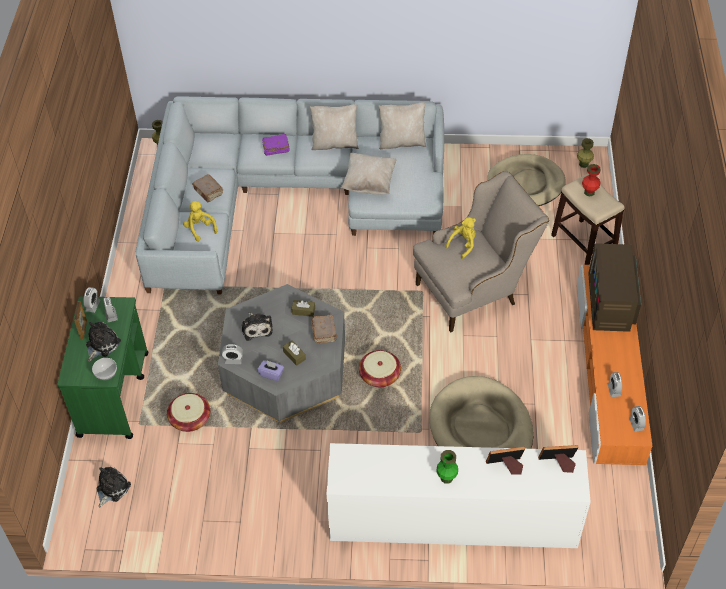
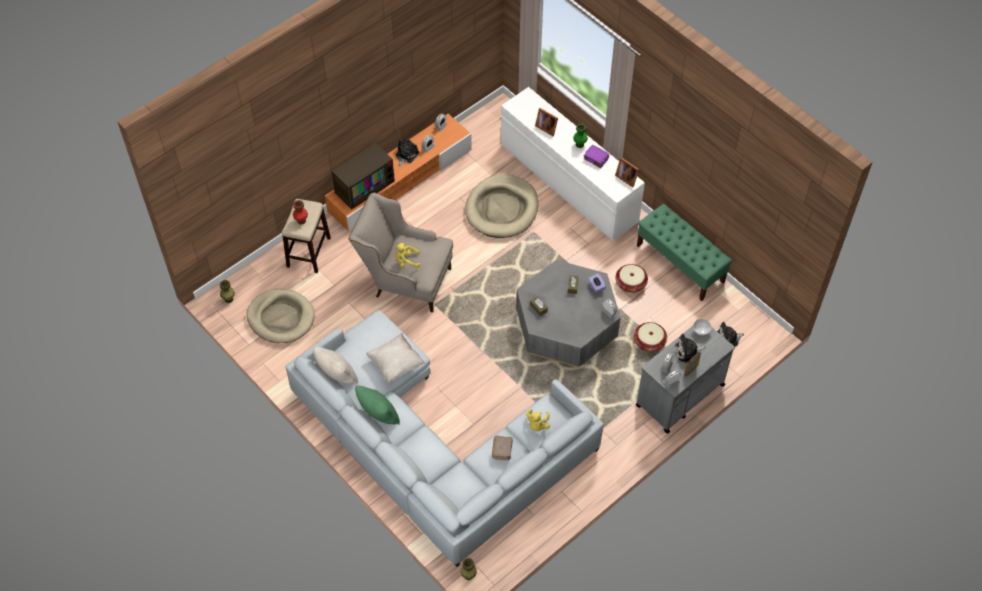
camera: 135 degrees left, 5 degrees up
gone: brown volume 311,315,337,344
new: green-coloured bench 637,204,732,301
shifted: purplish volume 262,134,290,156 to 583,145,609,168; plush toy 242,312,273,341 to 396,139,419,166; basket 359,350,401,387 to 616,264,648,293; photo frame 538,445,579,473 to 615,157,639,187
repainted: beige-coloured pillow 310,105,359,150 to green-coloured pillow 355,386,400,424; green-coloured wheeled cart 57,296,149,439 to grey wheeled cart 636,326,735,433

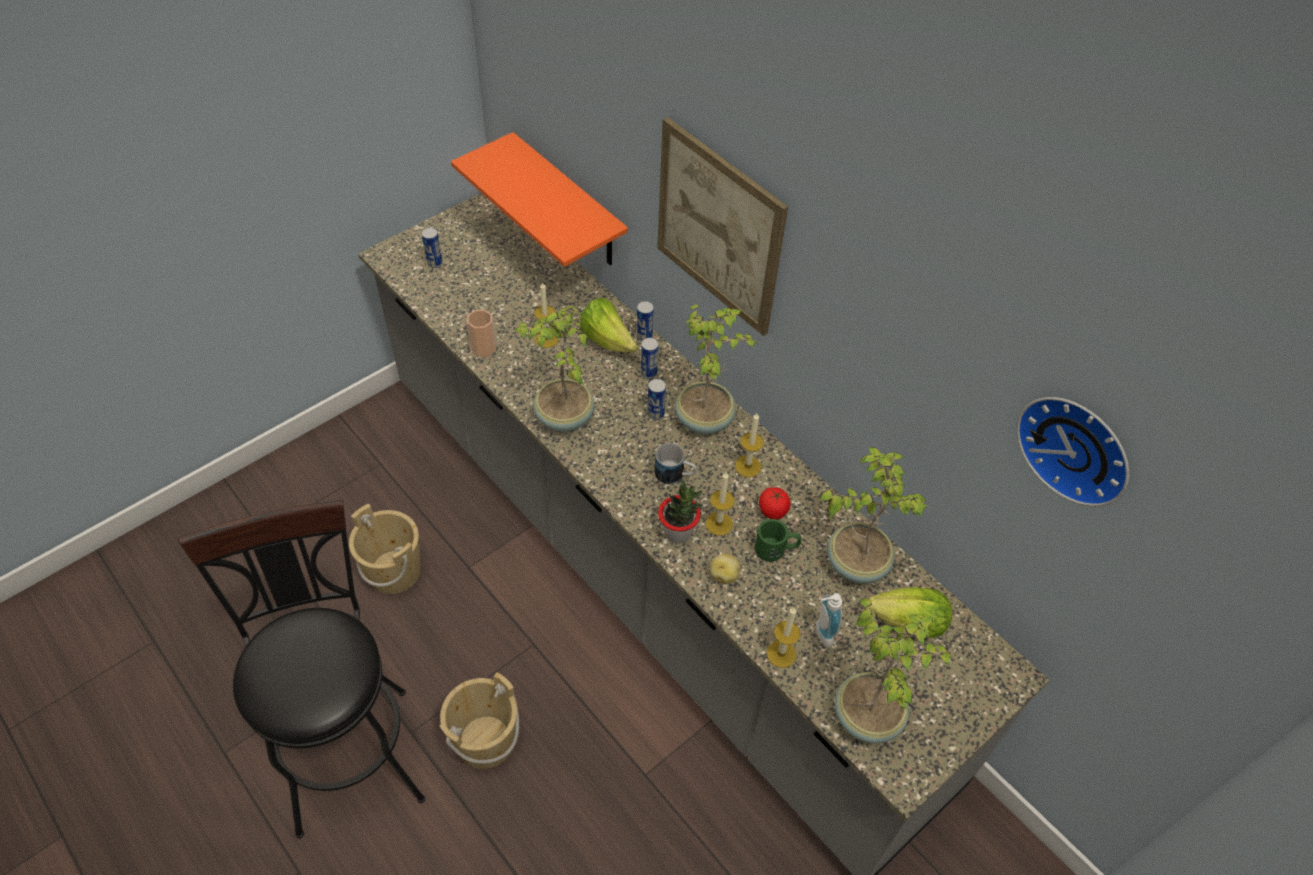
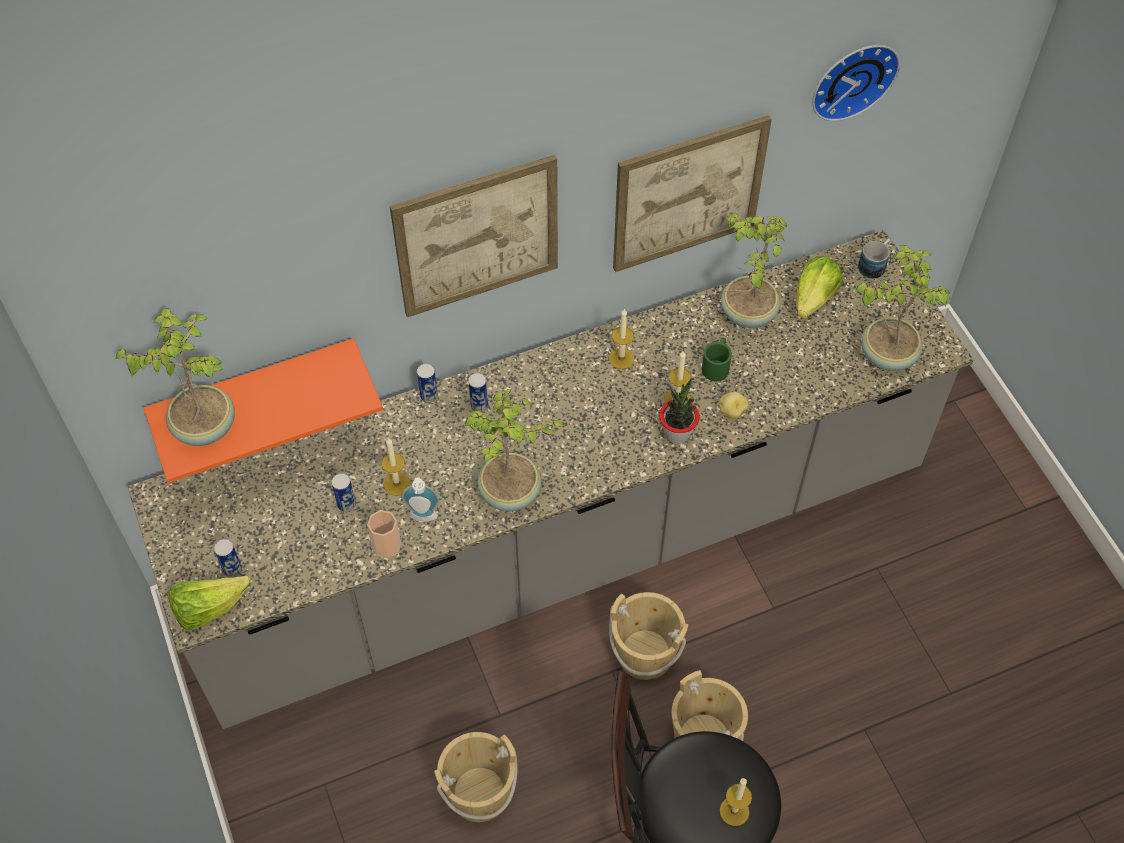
camera: 70 degrees left, 5 degrees up
gone: tomato 759,487,791,519
new: picture 613,115,772,272; beige-coloured pail 609,592,688,680
shifted: lettuce head 580,298,638,353 to 169,575,251,630; potted plant 675,304,757,434 to 115,307,235,446; can 647,379,666,420 to 332,473,356,512; tea mug 654,443,697,484 to 858,239,891,279; liquid soap bottle 816,593,842,647 to 402,477,440,522; wax light 767,607,800,668 to 720,778,752,826

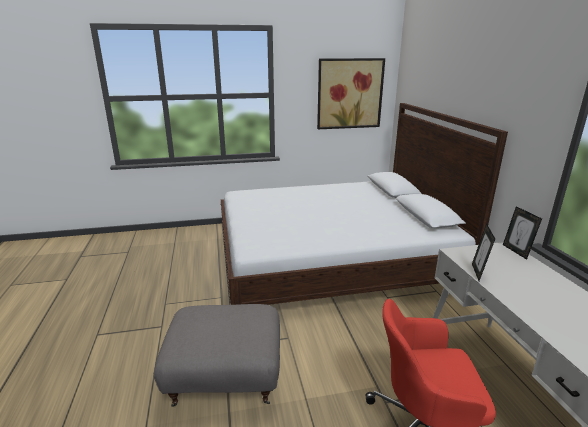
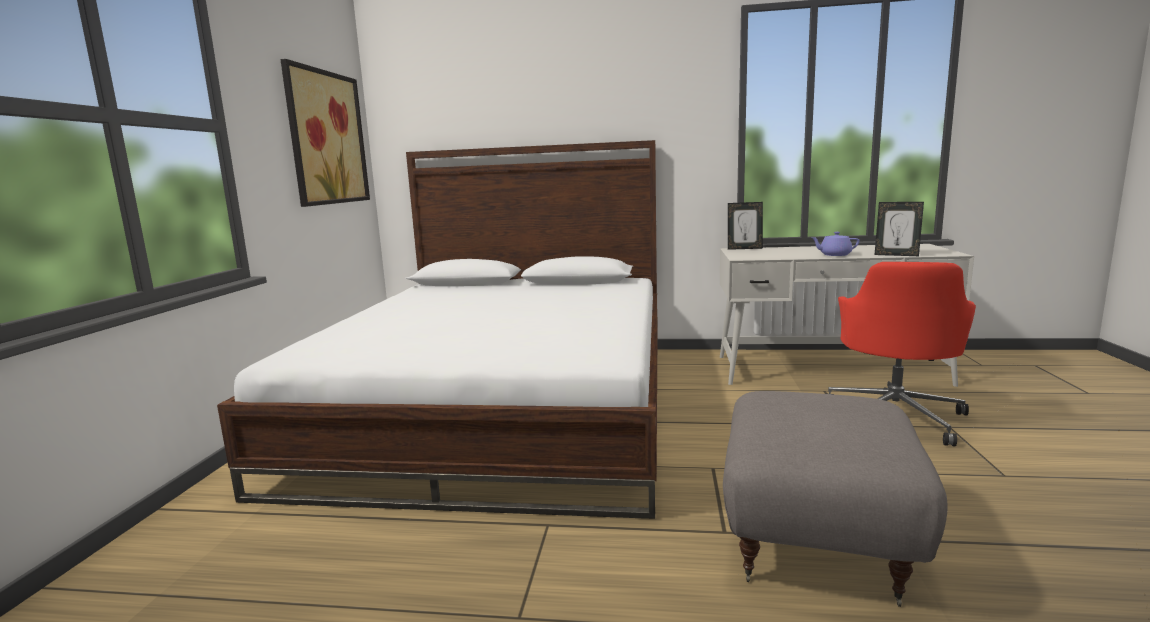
camera: 70 degrees left, 10 degrees down
new: purplish pot for tea 812,232,859,256
shifted: photo frame 472,223,495,281 to 875,202,924,256

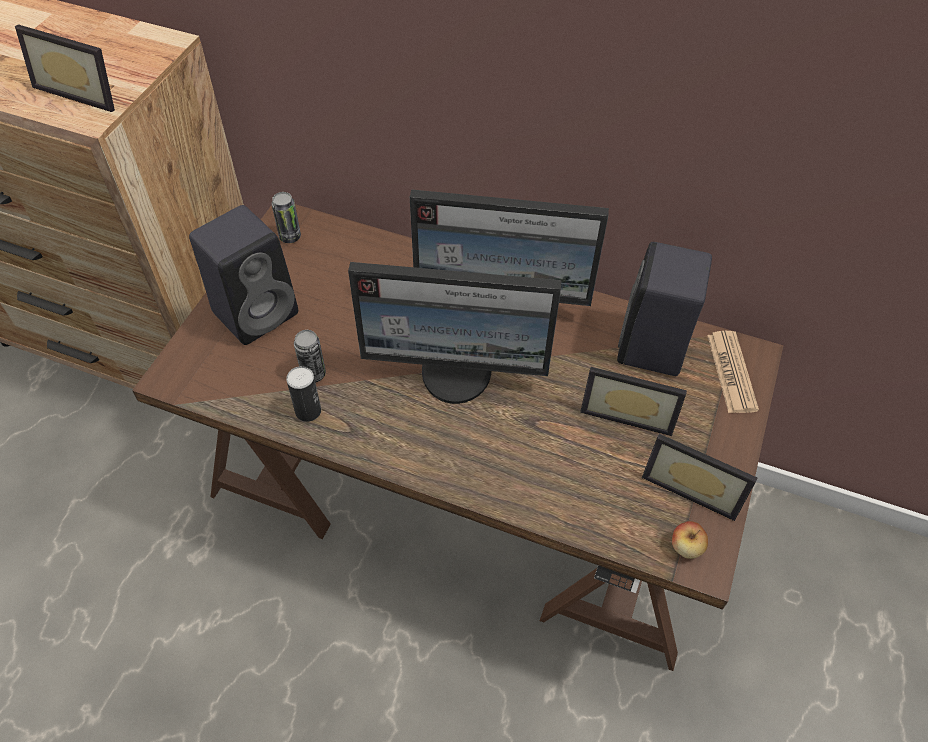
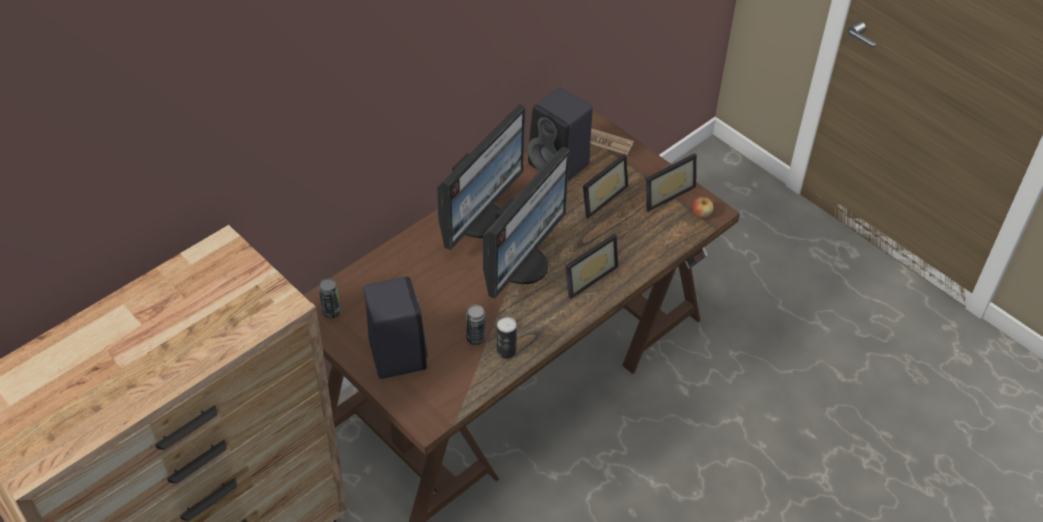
camera: 65 degrees left, 5 degrees down
shifted: photo frame 15,24,115,112 to 565,233,618,299

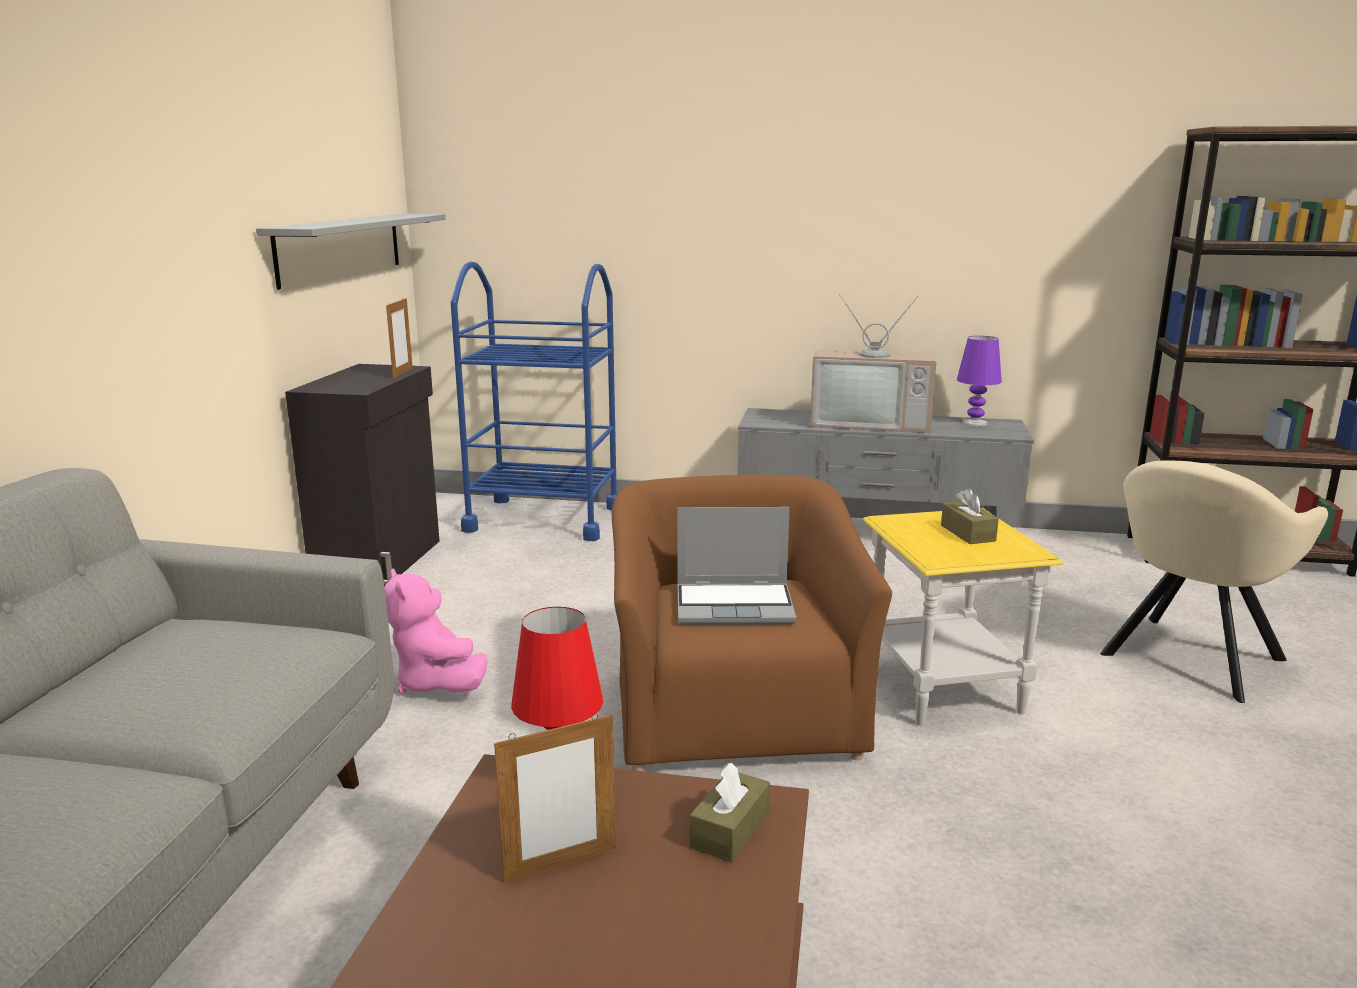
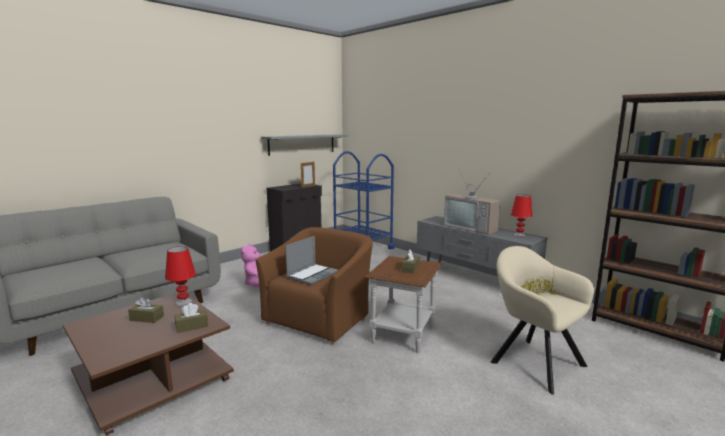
camera: 35 degrees right, 5 degrees down
swapped: photo frame 494,713,616,884 to brown tissue holder 128,297,164,323
repainted: purplish tabletop lamp 957,336,1002,426 to red tabletop lamp 511,194,533,237; yellow end table 863,508,1064,726 to brown end table 365,256,442,353
rotated: beige-coloured easy chair 1100,460,1328,703 = 491,246,594,394 60 degrees clockwise; laptop 678,507,796,625 = 285,236,338,285 90 degrees counterclockwise

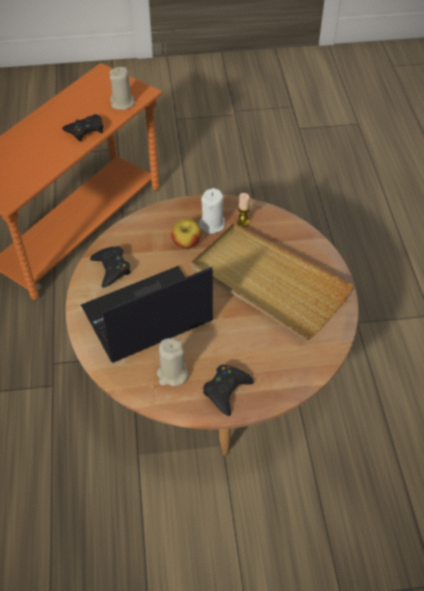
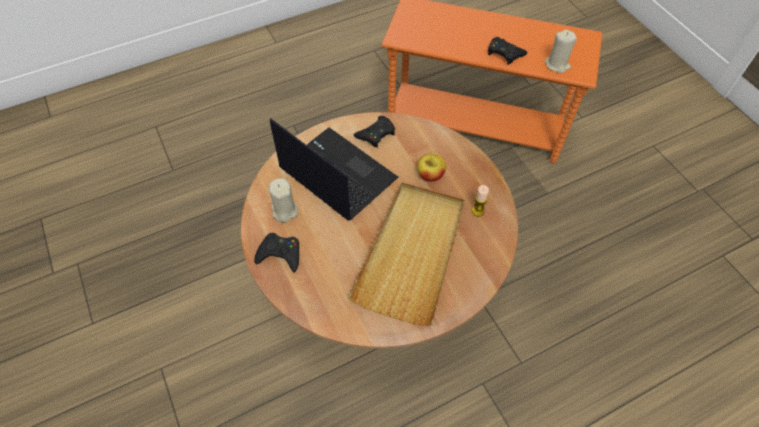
camera: 70 degrees right, 5 degrees up
gone: whitish wax light 198,188,225,234

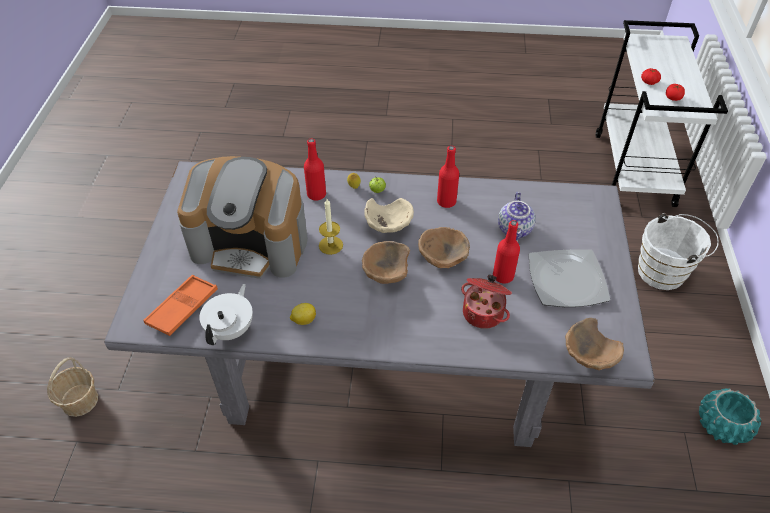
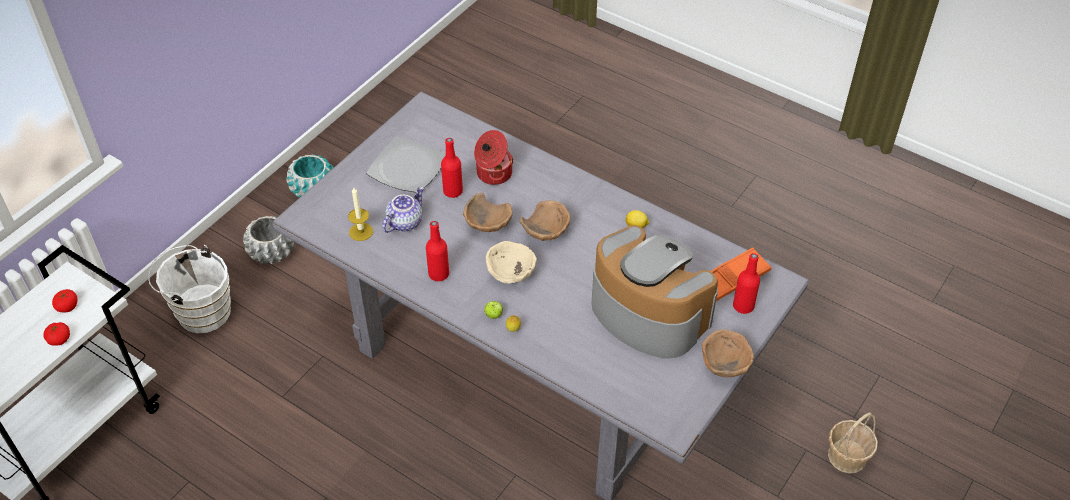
camera: 150 degrees left, 0 degrees up
gone: whitish pot for tea 199,284,253,345
new: grey plant pot 243,216,294,264
shifted: red bottle 304,139,326,201 to 733,253,760,314; wax light 319,199,343,255 to 348,187,373,241; brown deep dish 565,318,624,370 to 702,329,754,378

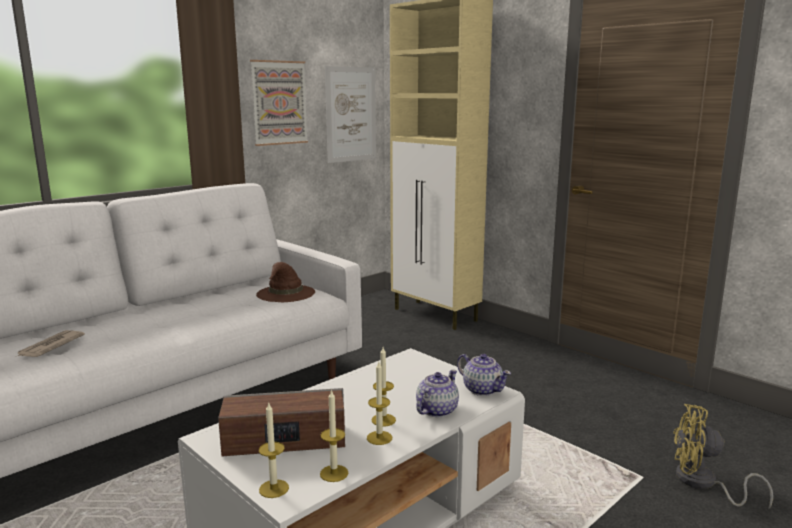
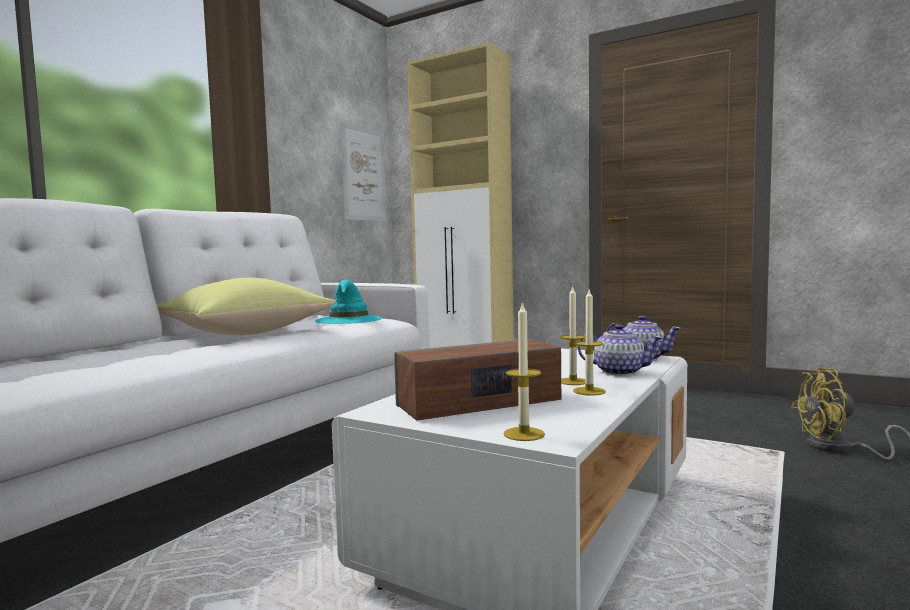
camera: 15 degrees left, 10 degrees down
gone: picture 250,60,308,146; printed paper 18,330,85,357; wax light 320,389,348,482
new: yellow pillow 157,277,337,335
repainted: brown wearable hat 256,262,315,302 to turquoise wearable hat 315,279,382,324
rotated: pot for tea 416,370,459,417 = 578,324,663,376 90 degrees clockwise

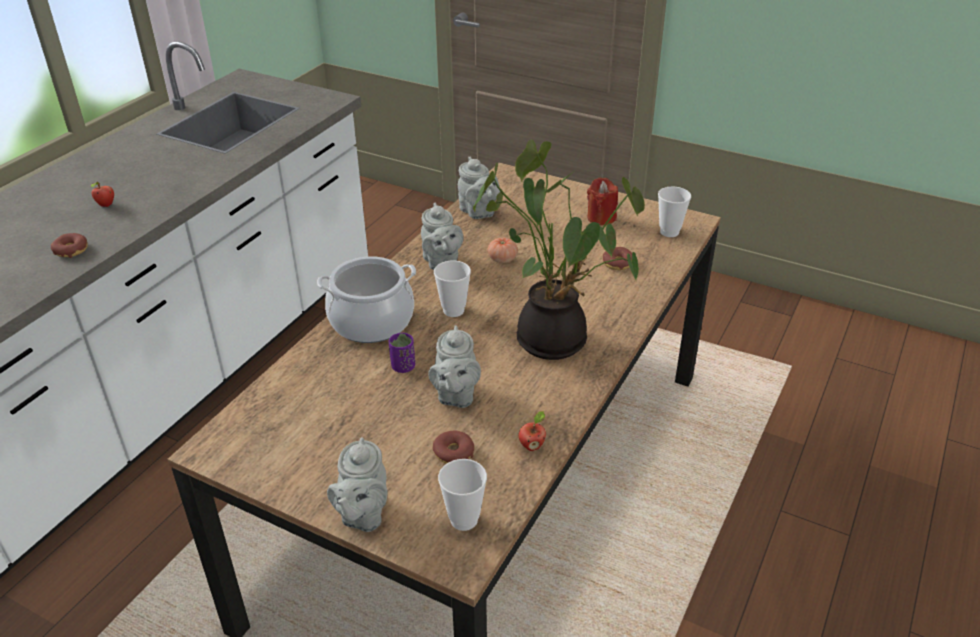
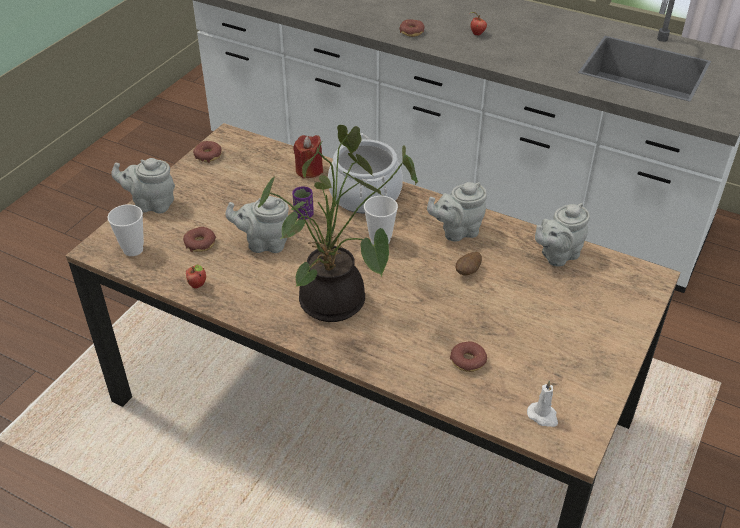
camera: 90 degrees right, 5 degrees up
new: donut 193,141,221,163
shifted: red wax light 587,178,618,225 to 293,135,323,178
swapped: cup 658,187,691,237 to whitish wax light 527,380,558,427; tomato 487,238,518,263 to whole potato 456,252,482,275

